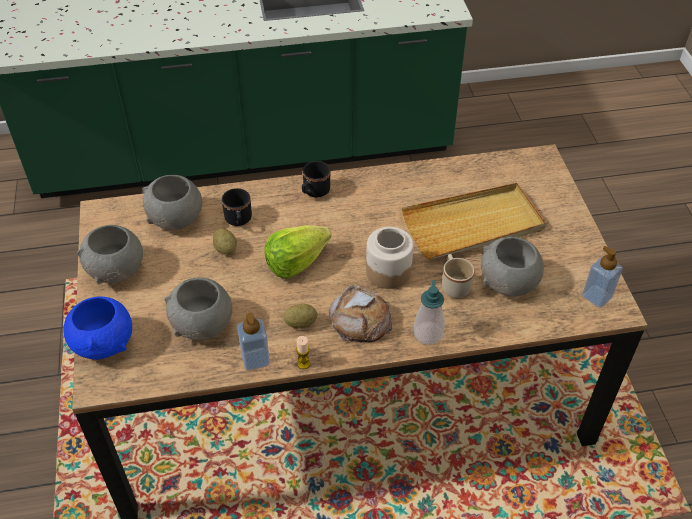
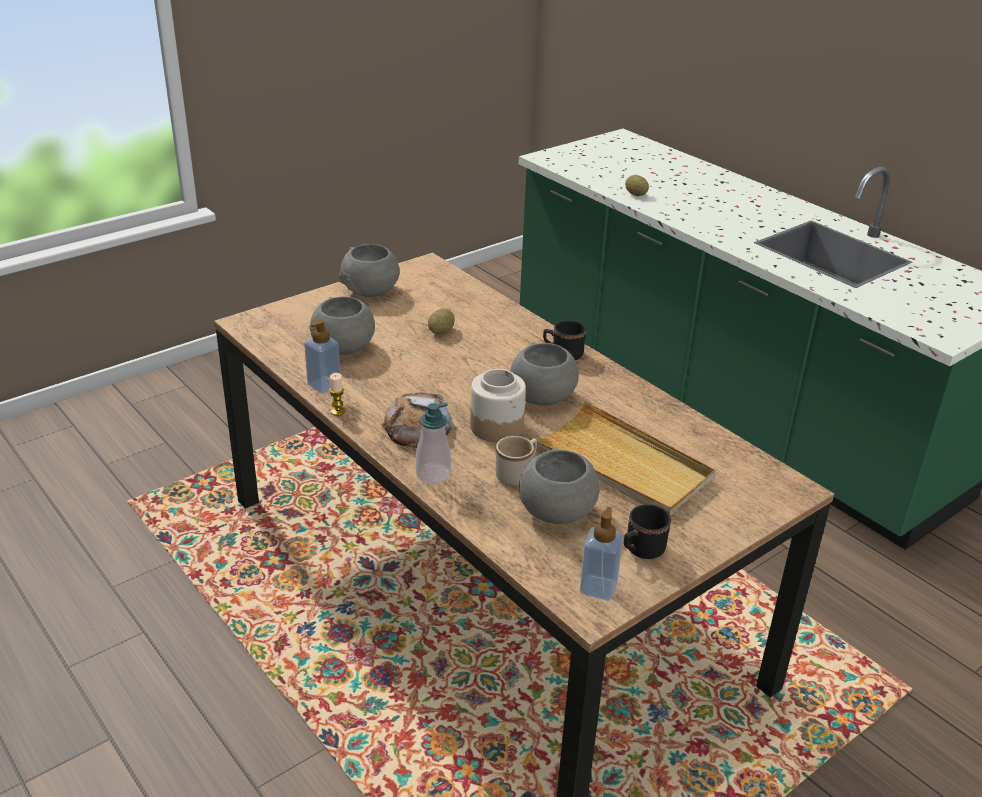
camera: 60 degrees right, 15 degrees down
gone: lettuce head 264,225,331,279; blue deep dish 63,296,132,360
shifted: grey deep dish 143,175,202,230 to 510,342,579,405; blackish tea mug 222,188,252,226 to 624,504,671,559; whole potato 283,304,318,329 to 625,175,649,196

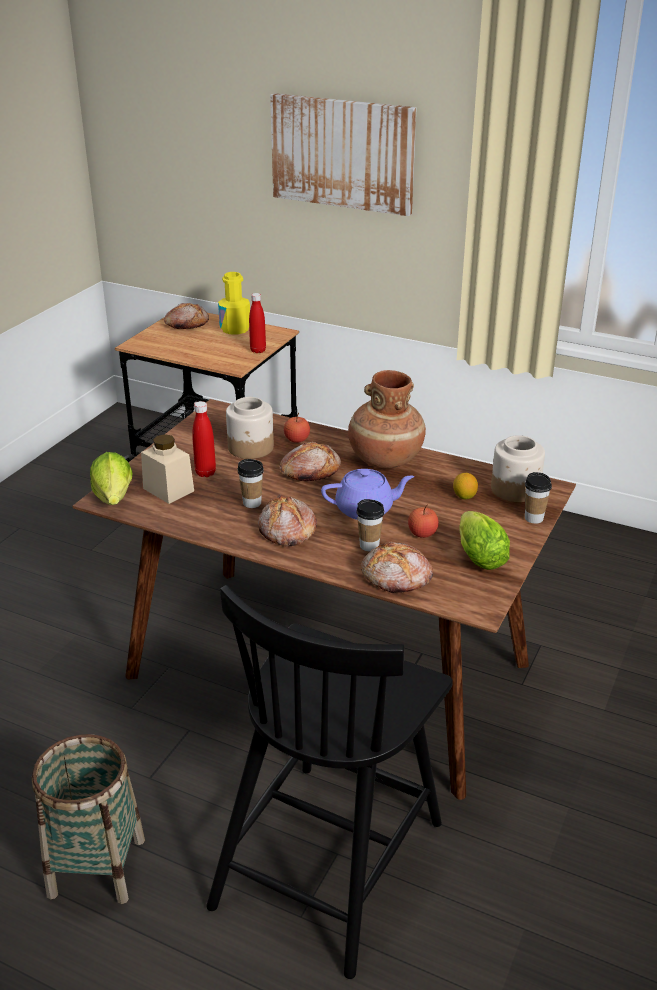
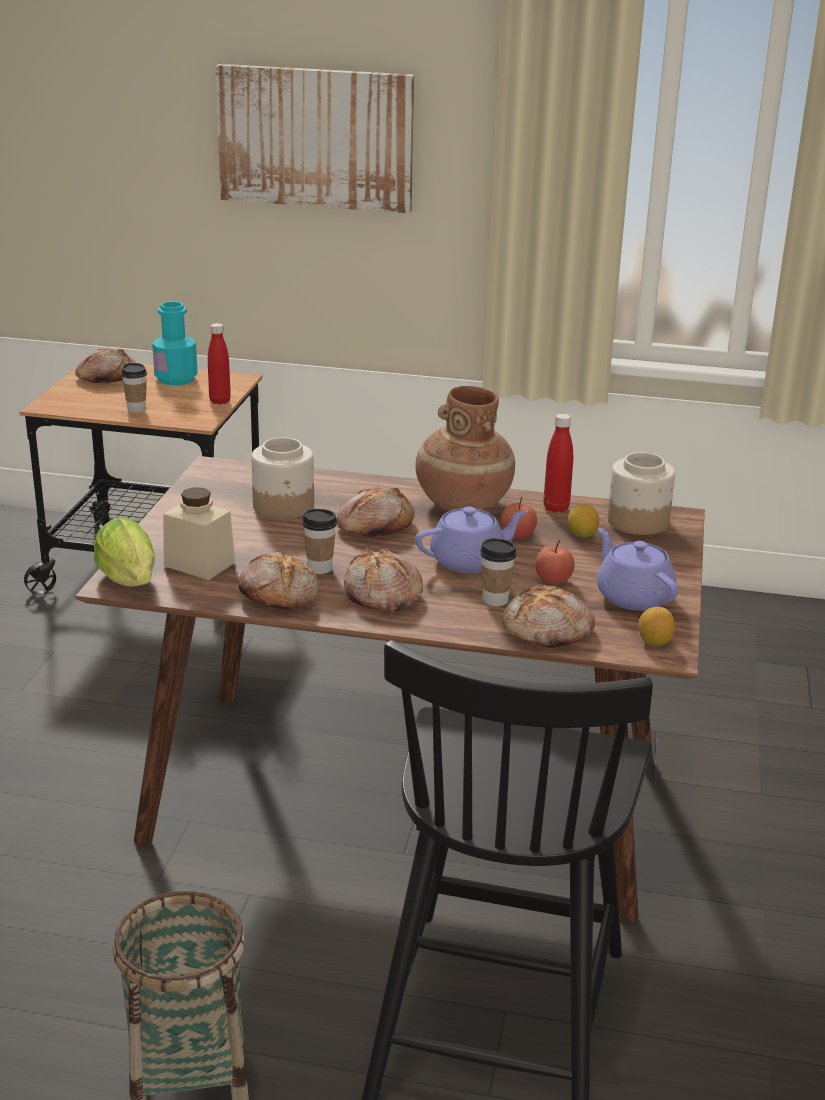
camera: 15 degrees left, 5 degrees down
new: bread 238,552,318,609; lemon 639,607,675,646
shifted: red bottle 192,401,216,477 to 543,414,573,513; apple 284,413,310,443 to 500,497,537,539; cup 525,472,552,524 to 121,363,147,413
swapped: lettuce head 460,511,510,570 to purplish pot for tea 597,528,678,611
repainted: yellow bottle 218,272,250,335 to turquoise bottle 152,301,198,385

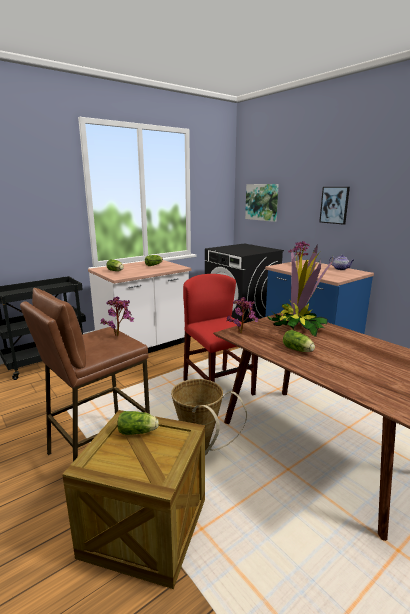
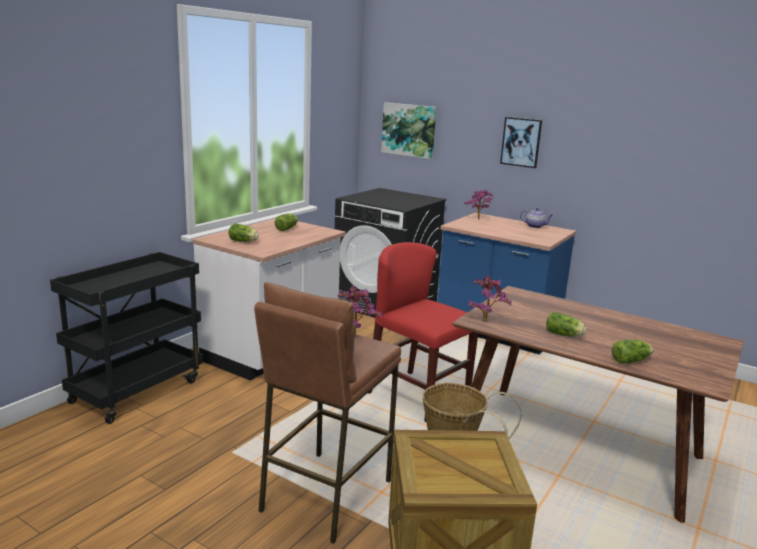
camera: 20 degrees left, 0 degrees up
gone: potted plant 267,244,333,337
shifted: lettuce head 117,411,159,435 to 612,339,653,364

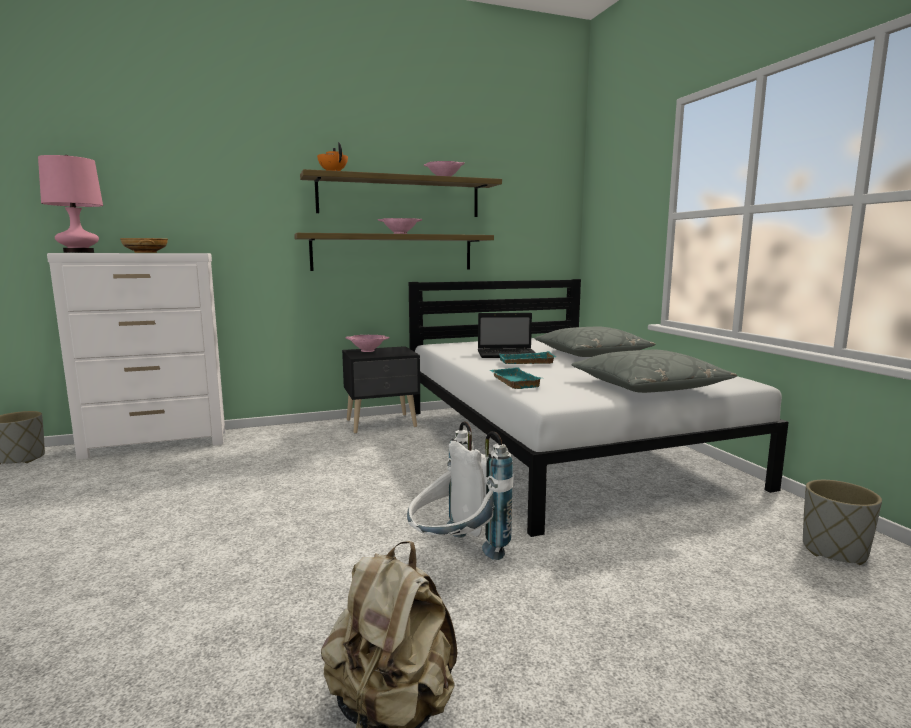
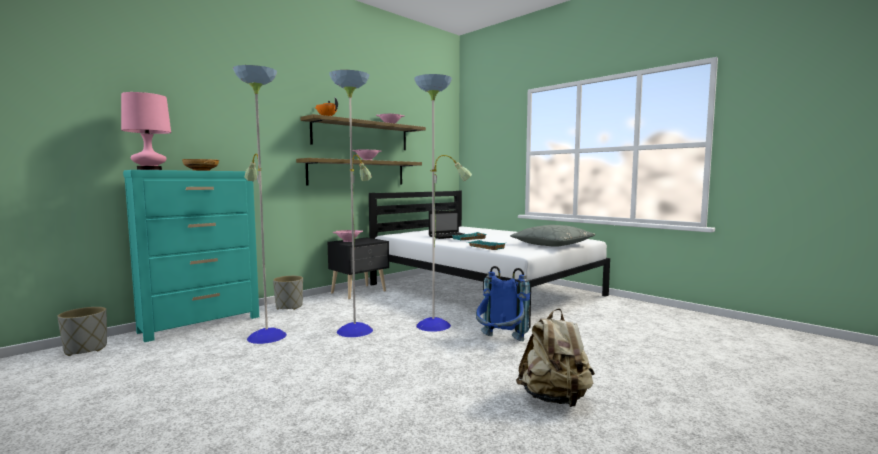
camera: 25 degrees left, 5 degrees down
gone: grey pillow 535,327,656,357
new: floor lamp 233,65,472,344
shifted: grey plant pot 803,480,882,565 to 273,276,303,310
repainted: whitish chest of drawers 47,253,225,459 to turquoise chest of drawers 123,170,259,342; whitish backpack 407,421,513,560 to blue backpack 476,266,530,341

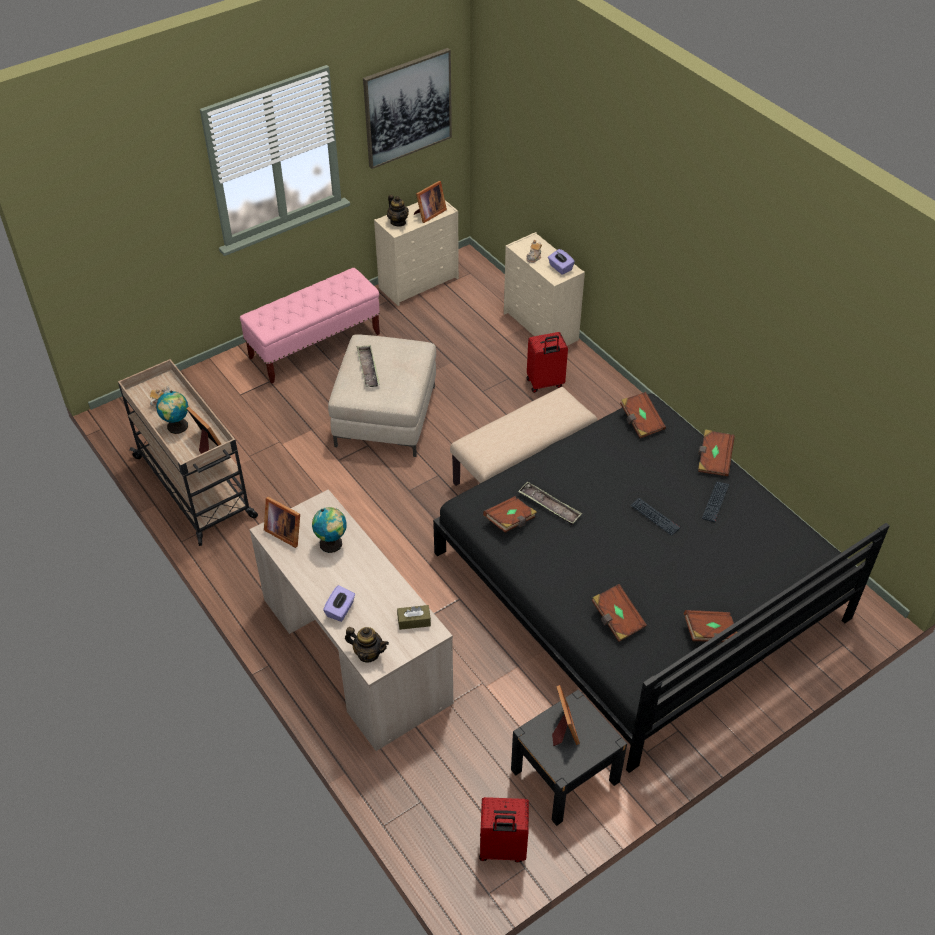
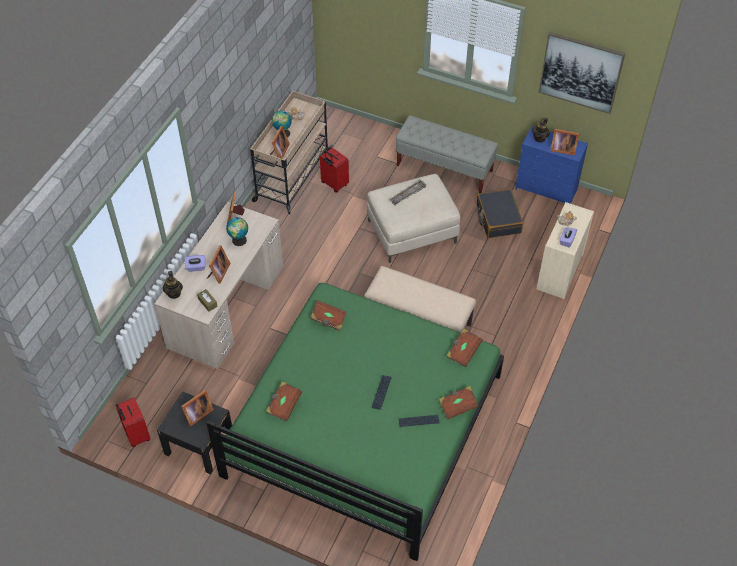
camera: 60 degrees right, 5 degrees up
gone: serving tray 518,482,582,525; brown volume 684,610,738,645
new: blackish piece of luggage 477,189,523,238; photo frame 207,245,230,283
shifted: red piece of luggage 526,332,568,393 to 320,148,349,193
repainted: beige-coloured chest of drawers 374,200,459,306 to blue chest of drawers 515,126,588,204; pink-coloured bench 240,268,380,384 to grey bench 396,116,498,193; blackish bedroom bed 433,394,890,773 to green-coloured bedroom bed 206,283,504,561

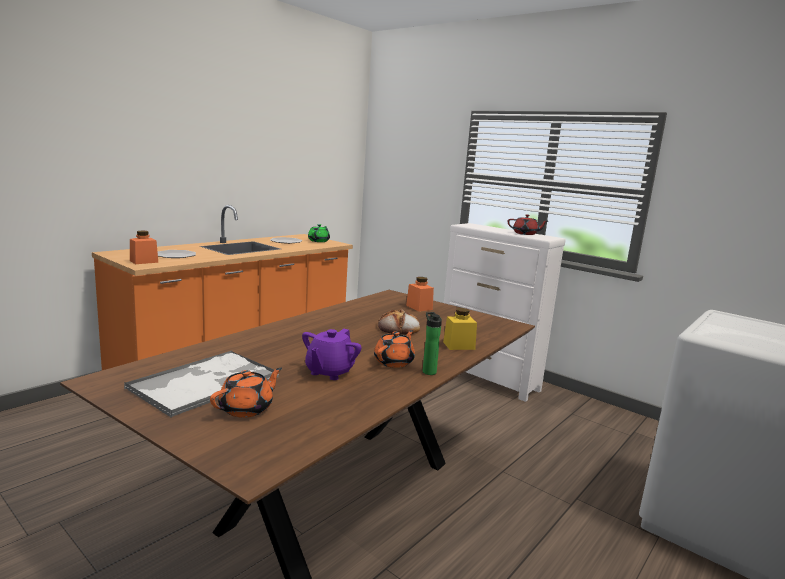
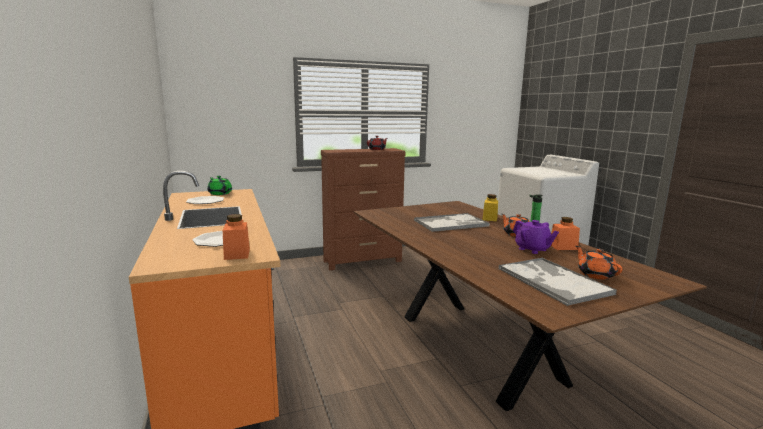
camera: 60 degrees left, 0 degrees up
shifted: orange storage jar 406,277,434,312 to 551,217,580,250
swapped: bread 378,309,420,334 to serving tray 414,213,490,232
repainted: whitish chest of drawers 444,223,566,402 to brown chest of drawers 321,148,405,270

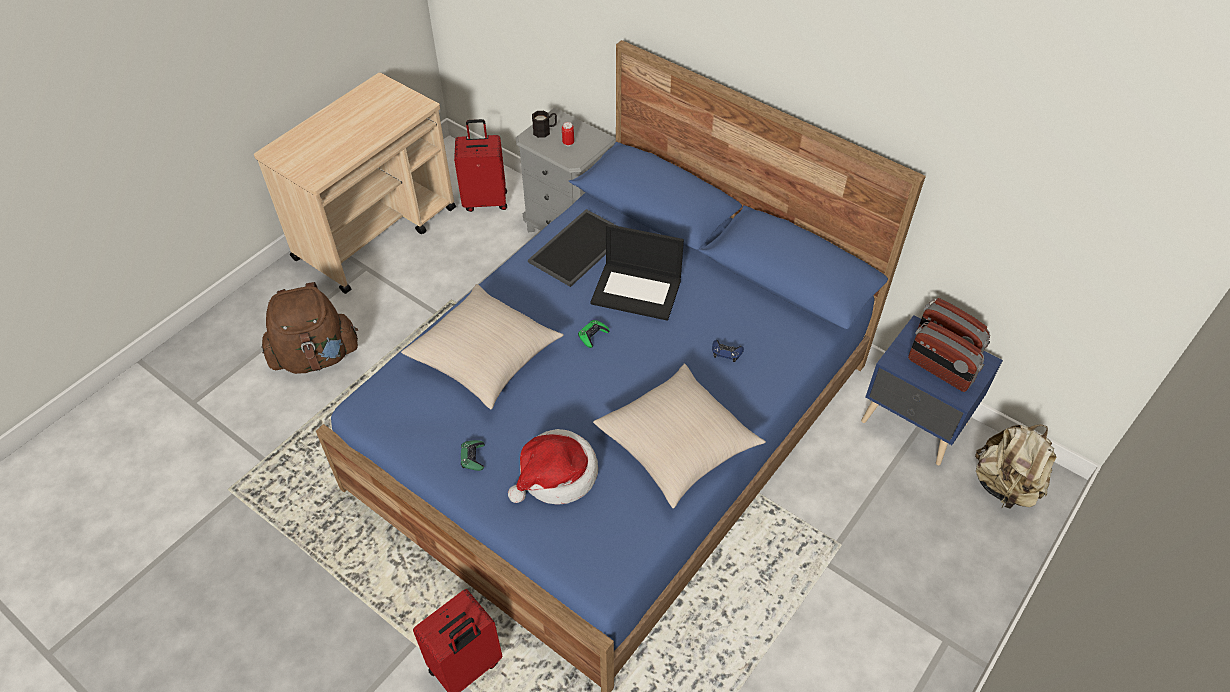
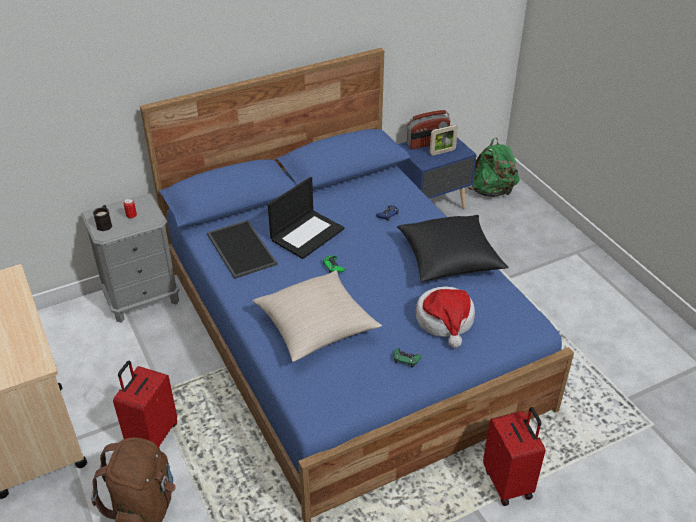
camera: 65 degrees left, 10 degrees down
shifted: red piece of luggage 454,119,507,212 to 113,361,177,448
swapped: radio set 908,321,984,392 to photo frame 430,125,458,156
repainted: beige-coloured pillow 593,363,766,508 to blackish pillow 397,215,508,282; beige-coloured backpack 975,424,1056,509 to green-coloured backpack 468,138,520,197

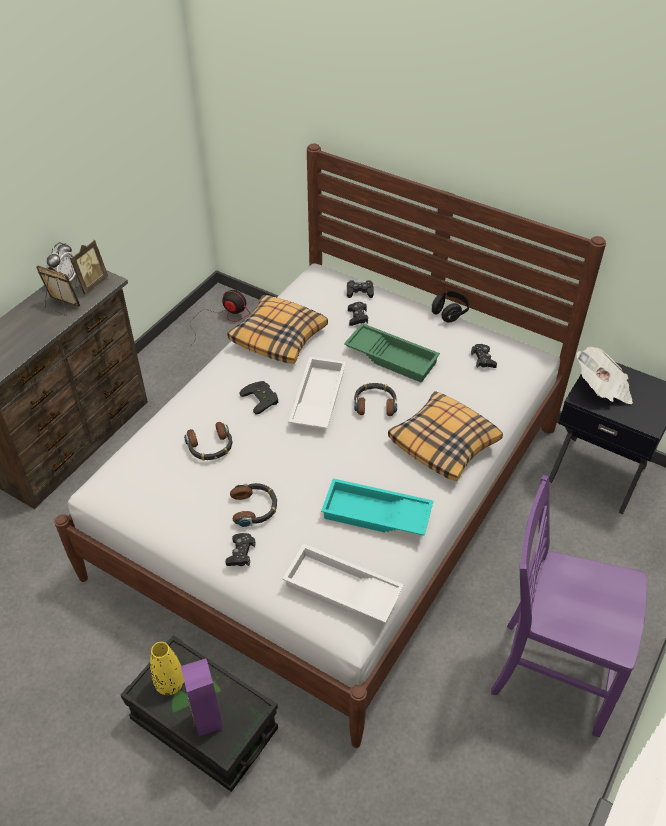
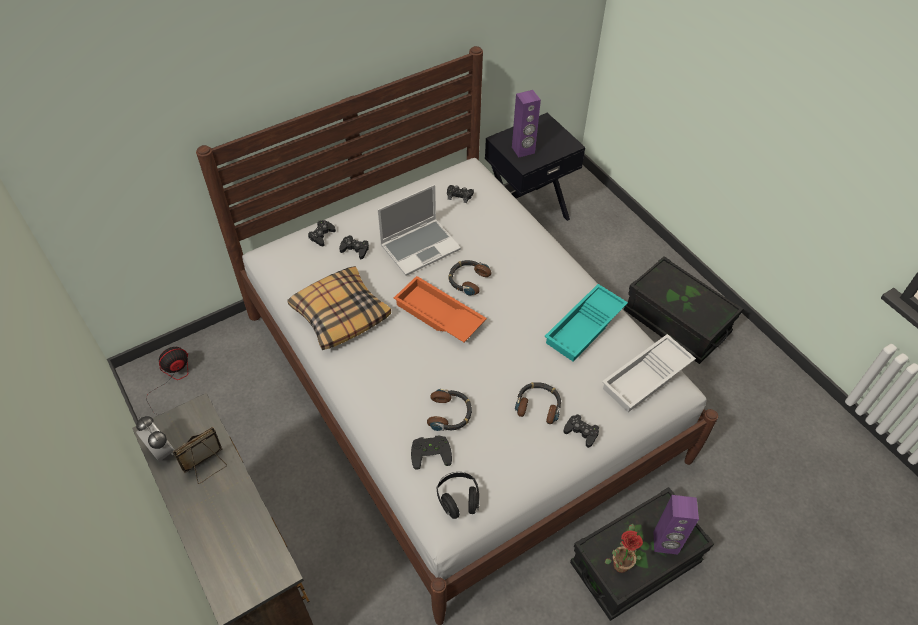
camera: 65 degrees left, 5 degrees up
gone: photo frame 70,240,108,295; pillow 388,391,503,481
shifted: blackish pair of headphones 432,291,469,323 to 437,472,479,519; blackish joypad 239,381,278,415 to 411,436,452,470
swapped: green-coloured serving tray 344,323,440,383 to laptop 378,185,461,276; printed paper 577,347,633,404 to purplish audio speaker 512,90,541,158; purplish upright chair 491,475,647,737 to blackish storage bin 624,256,743,364; yellow vase 150,642,184,695 to potted plant 605,523,643,573
repainted: whitish serving tray 288,357,346,429 to orange serving tray 394,276,487,342

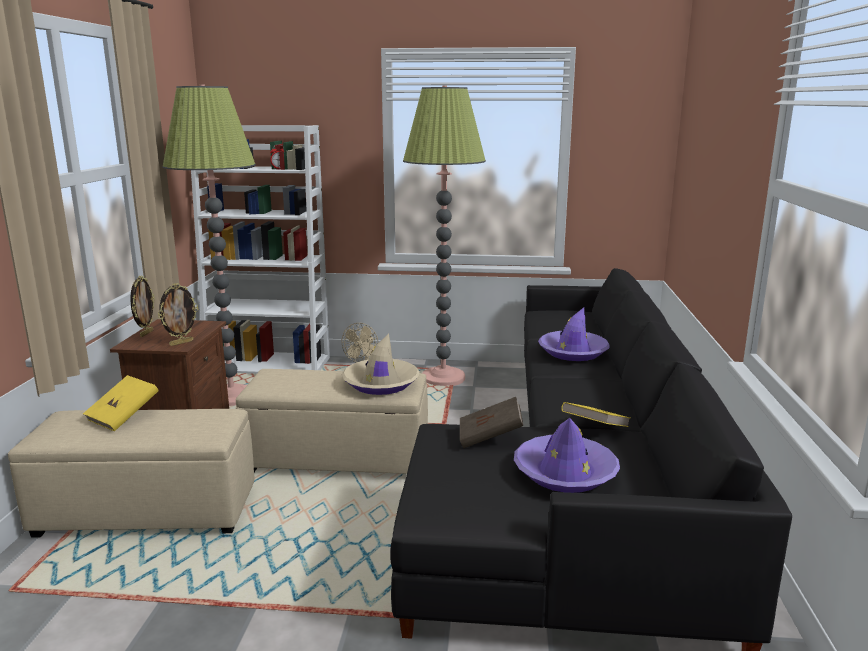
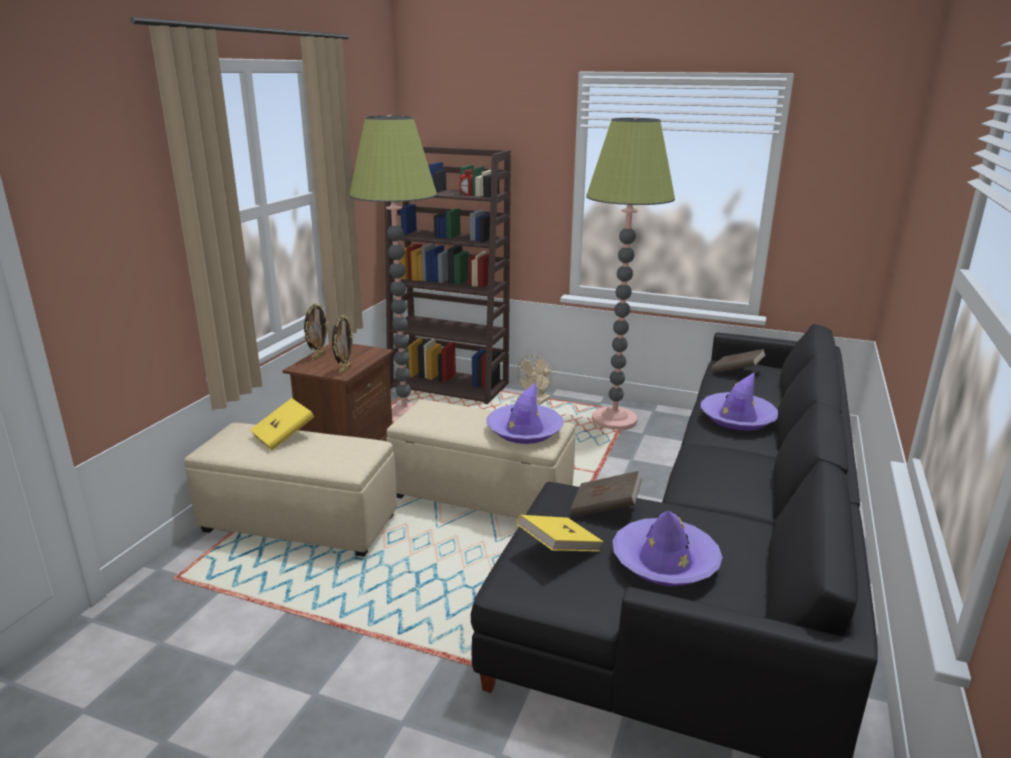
camera: 15 degrees right, 5 degrees up
new: brown volume 712,349,766,373
shifted: yellow volume 561,402,630,427 to 517,515,604,552
repainted: whitish bookshelf 191,125,330,374 to brown bookshelf 385,147,511,404; beige-coloured wearable hat 342,333,420,395 to purplish wearable hat 487,382,564,444
rotated: photo frame 158,283,198,346 = 332,315,354,374 45 degrees counterclockwise

